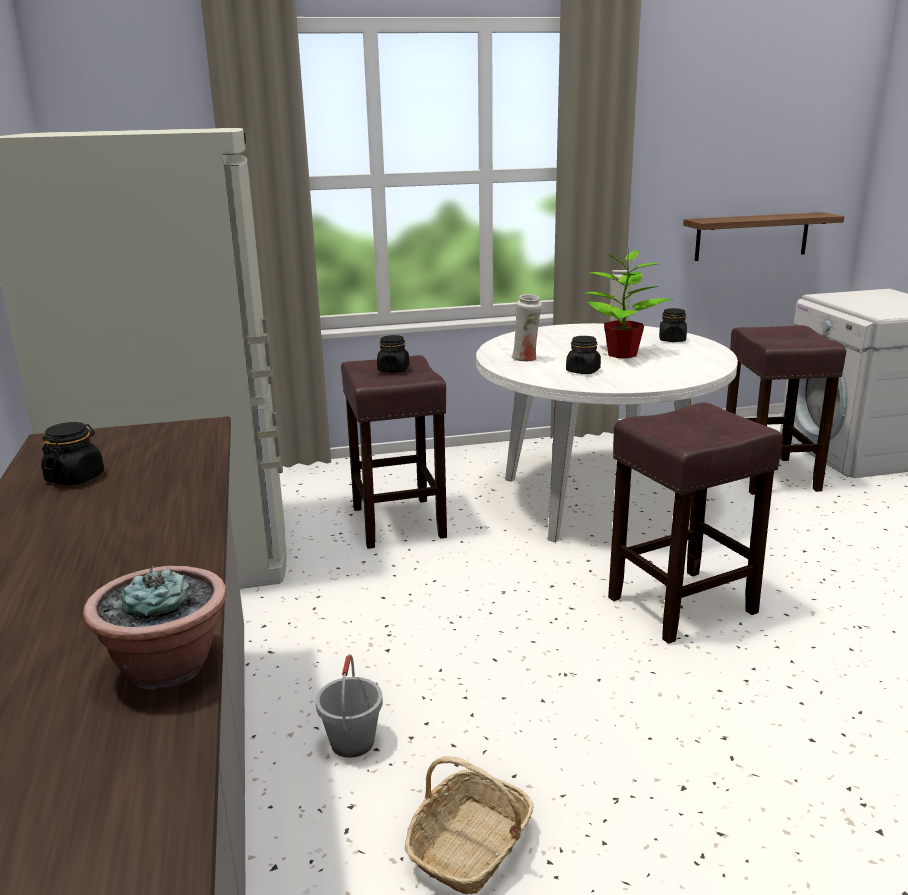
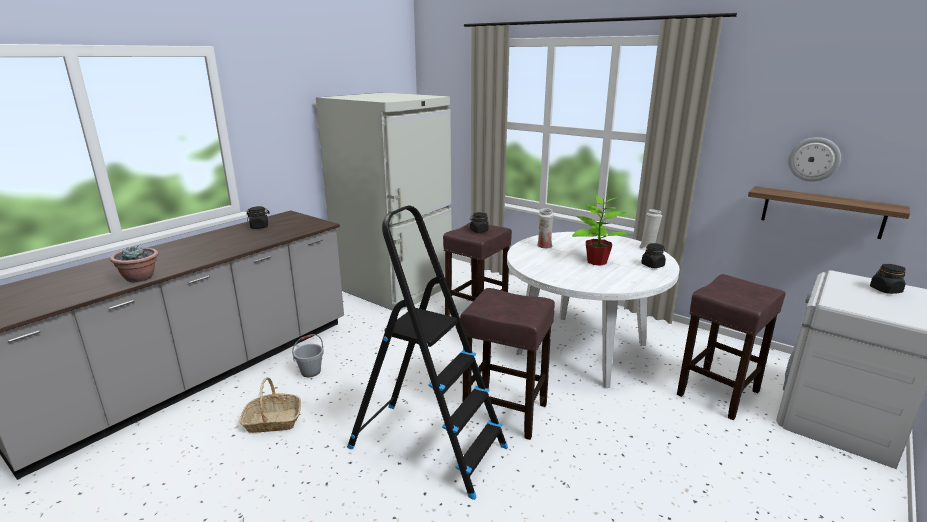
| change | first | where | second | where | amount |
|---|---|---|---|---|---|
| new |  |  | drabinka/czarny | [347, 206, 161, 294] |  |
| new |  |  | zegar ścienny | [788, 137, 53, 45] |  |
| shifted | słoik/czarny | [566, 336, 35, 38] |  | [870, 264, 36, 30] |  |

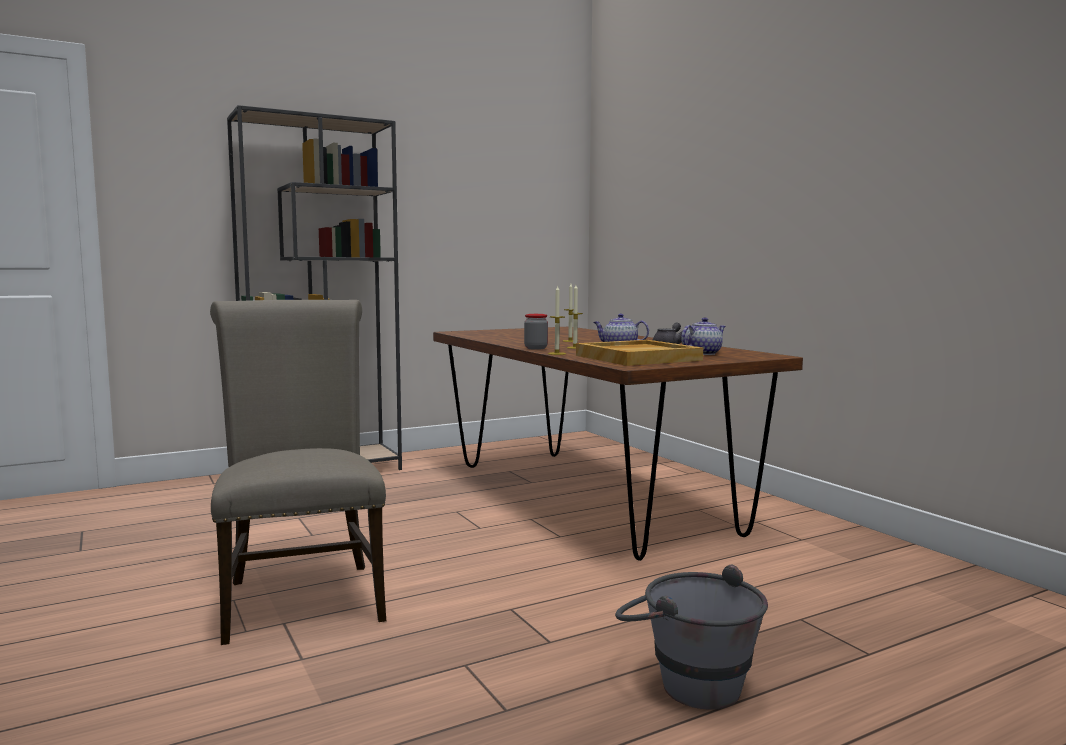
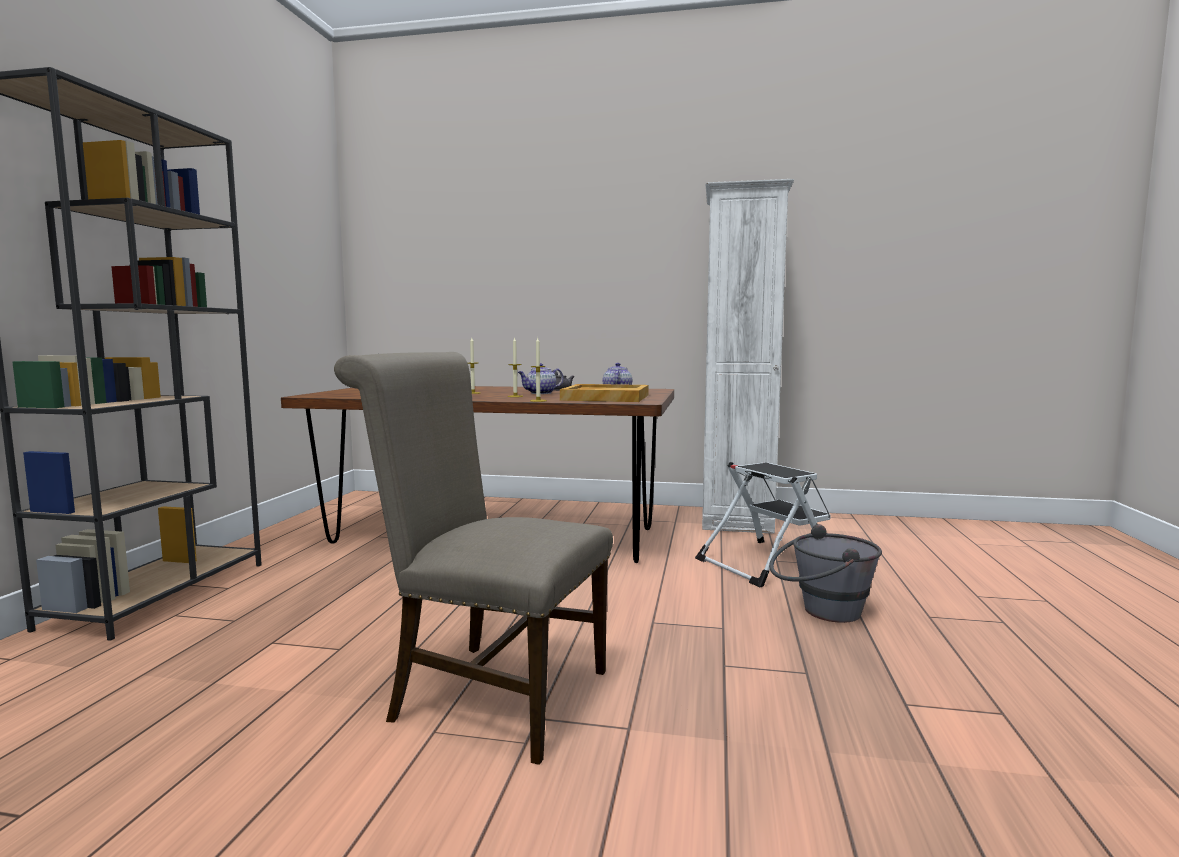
| change | first | where | second | where | amount |
|---|---|---|---|---|---|
| gone | słoik | [524, 314, 24, 36] |  |  |  |
| new |  |  | drabinka | [695, 462, 136, 125] |  |
| new |  |  | szafka/biały | [702, 179, 92, 355] |  |

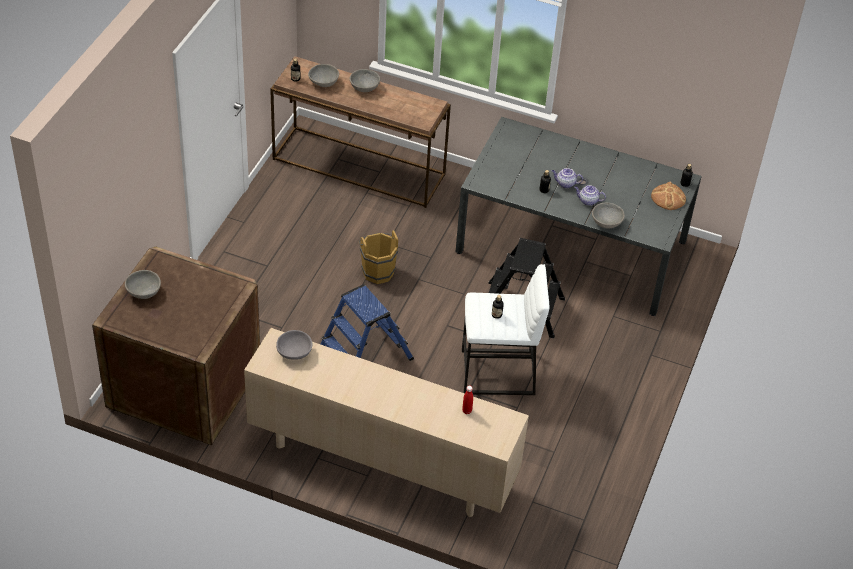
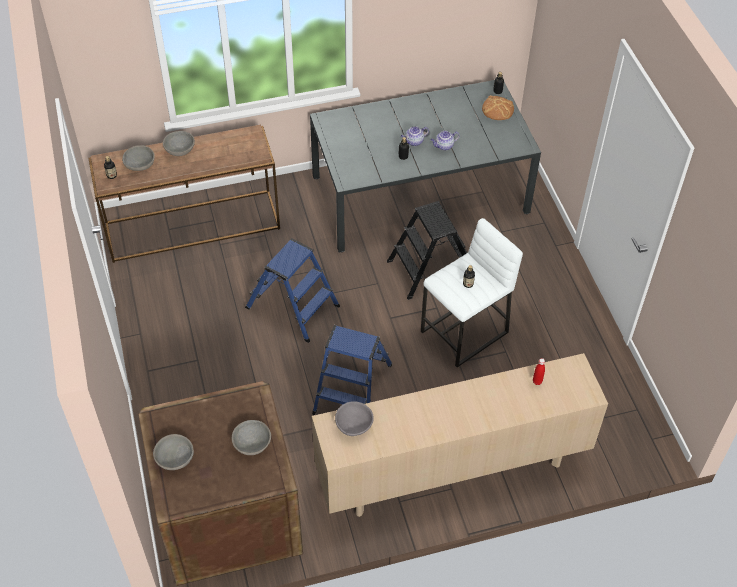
| change | first | where | second | where | amount |
|---|---|---|---|---|---|
| shifted | miska/szary | [592, 203, 33, 25] |  | [232, 420, 39, 35] |  |
| swapped | wiadro/brązowy | [359, 230, 39, 54] | drabinka/niebieski | [245, 238, 95, 105] |  |

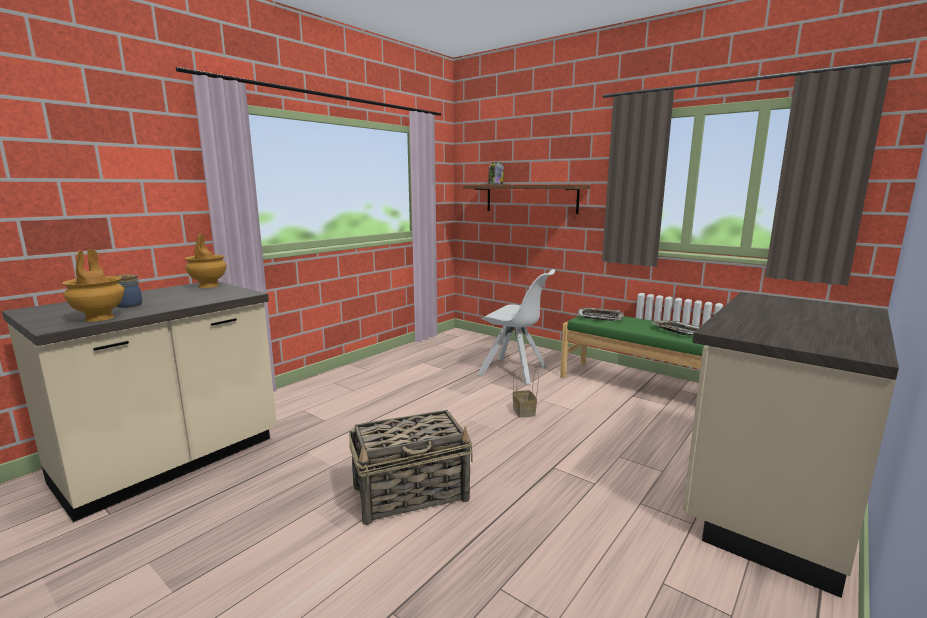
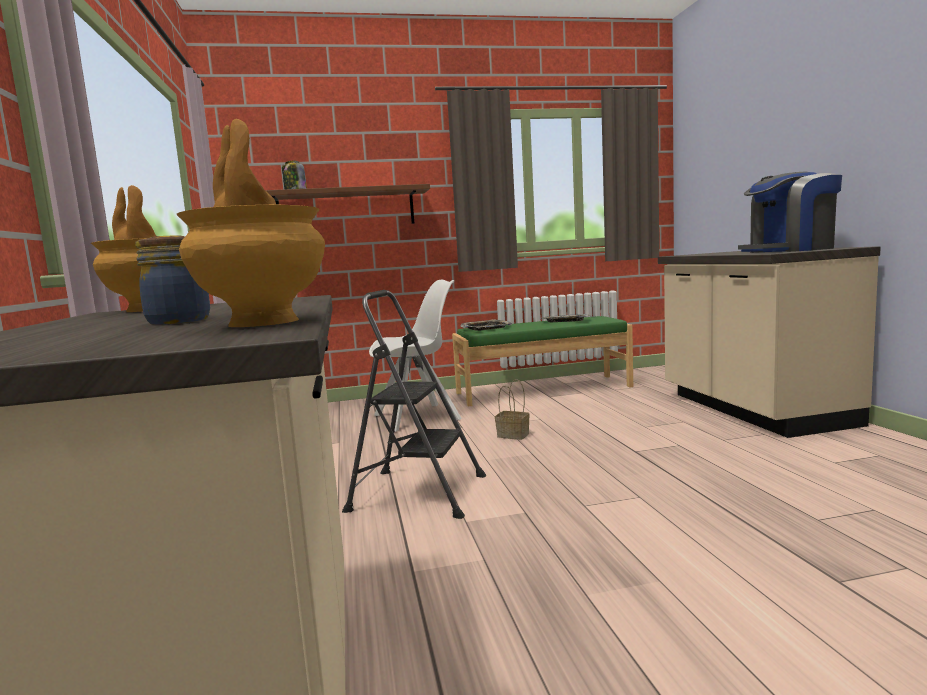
| change | first | where | second | where | amount |
|---|---|---|---|---|---|
| gone | koszyk | [349, 410, 124, 115] |  |  |  |
| new |  |  | drabinka/czarny | [342, 290, 144, 229] |  |
| new |  |  | ekspres do kawy | [738, 172, 104, 81] |  |

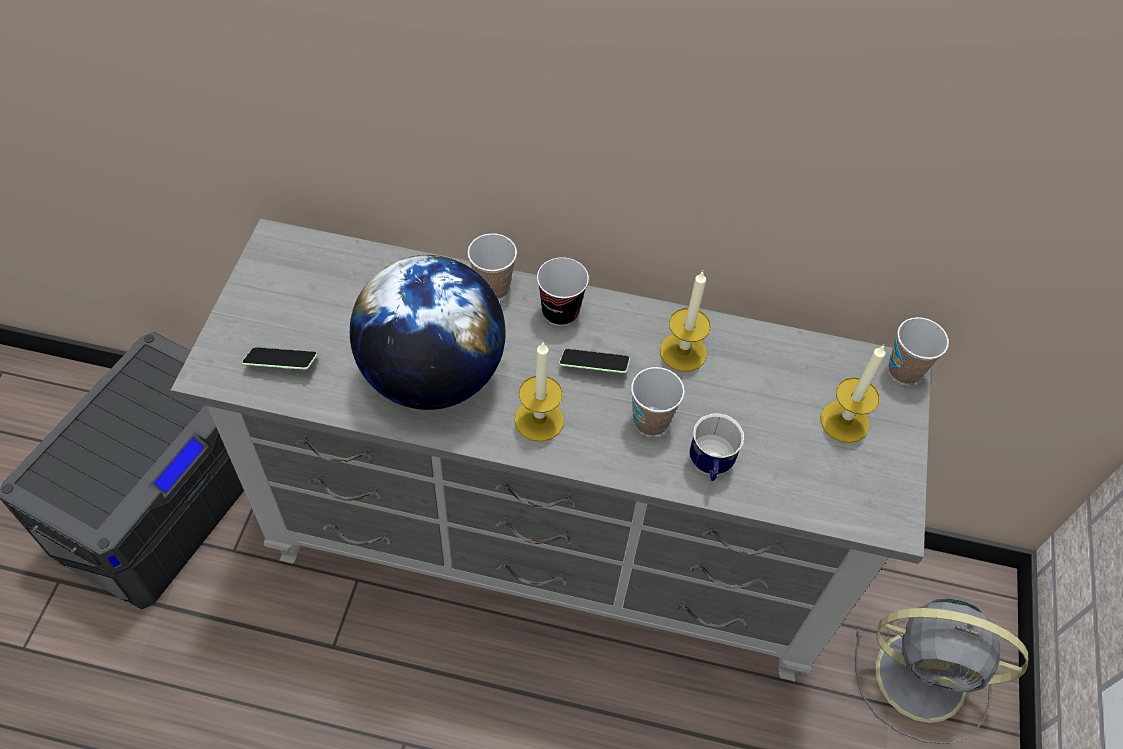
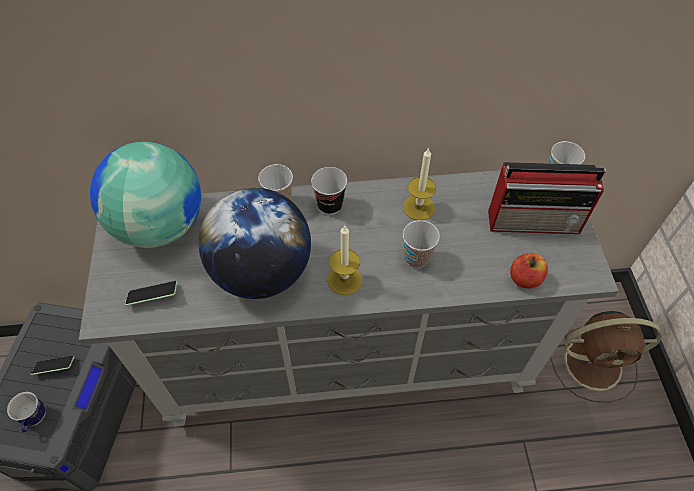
| change | first | where | second | where | amount |
|---|---|---|---|---|---|
| new |  |  | globus | [90, 142, 111, 106] |  |
| new |  |  | jabłko | [510, 253, 38, 35] |  |
| shifted | telefon | [559, 349, 71, 24] |  | [30, 355, 45, 20] |  |
| shifted | kubek | [690, 413, 54, 68] |  | [7, 392, 39, 40] |  |
| swapped | świeca | [820, 345, 65, 98] | radio | [488, 162, 118, 72] |  |
| repainted | wentylator/szary | [855, 599, 173, 145] | wentylator/brązowy | [550, 311, 112, 91] |  |

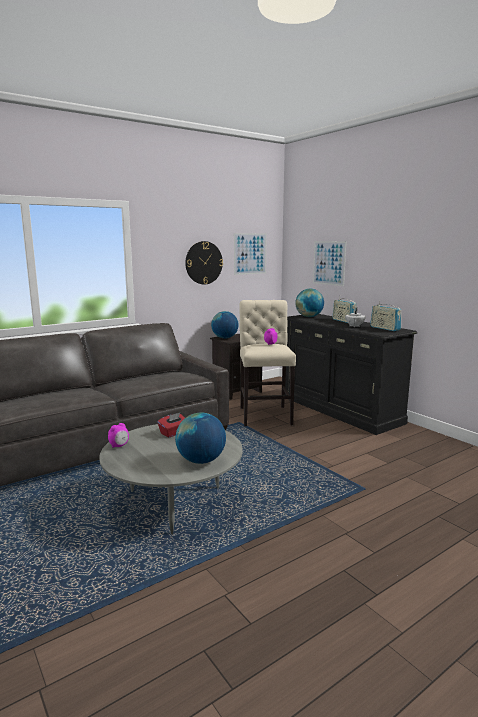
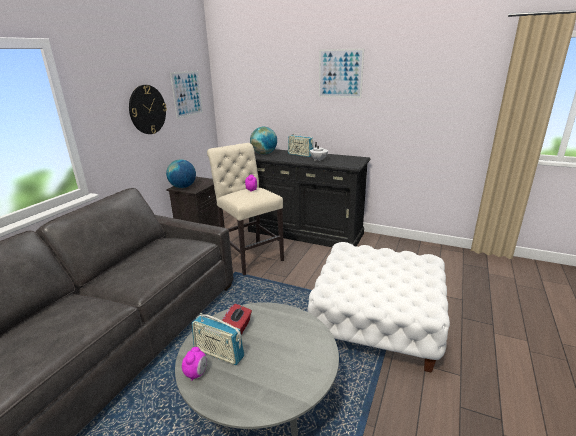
| change | first | where | second | where | amount |
|---|---|---|---|---|---|
| gone | globus | [175, 413, 51, 51] |  |  |  |
| new |  |  | pufa/biały | [308, 242, 142, 131] |  |
| shifted | obraz | [313, 241, 33, 45] |  | [319, 48, 45, 50] |  |
| shifted | radio | [370, 302, 31, 29] |  | [192, 313, 53, 52] |  |

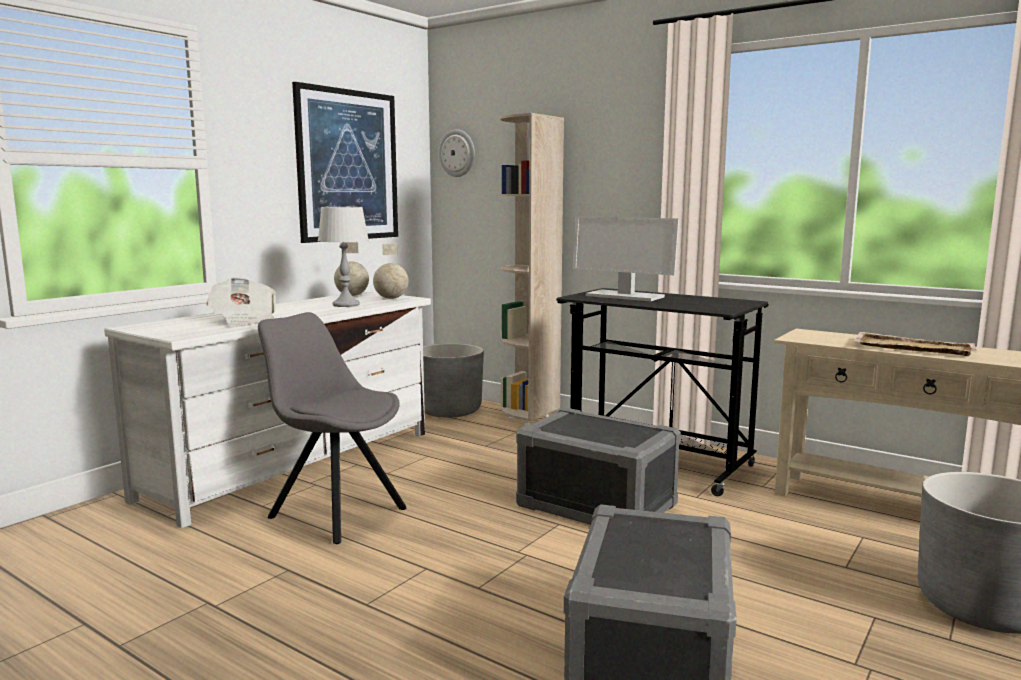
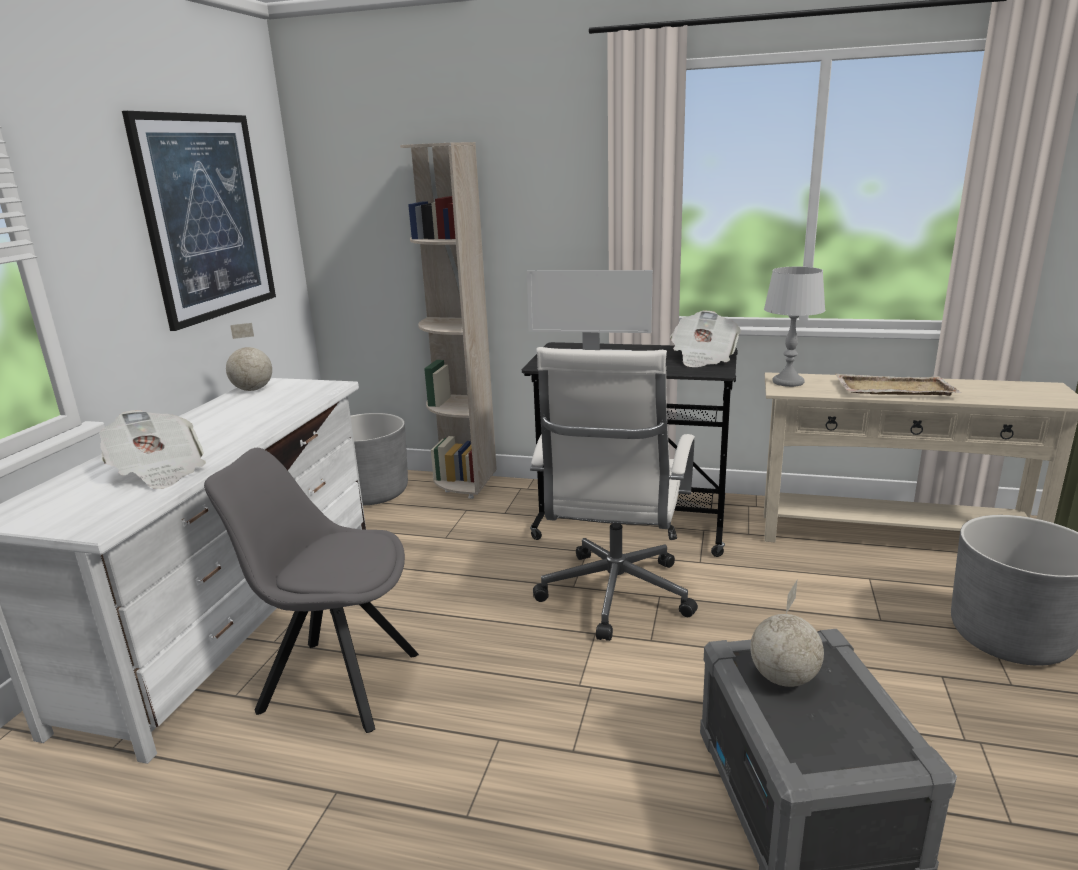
| change | first | where | second | where | amount |
|---|---|---|---|---|---|
| gone | zegar ścienny | [439, 129, 36, 48] |  |  |  |
| new |  |  | gazeta | [670, 310, 71, 57] |  |
| shifted | lampa stołowa/szary | [318, 207, 51, 100] |  | [764, 267, 62, 120] |  |
| shifted | globus | [373, 243, 36, 56] |  | [750, 580, 74, 107] |  |
| swapped | pojemnik do przechowywania/szary | [516, 408, 165, 117] | krzesło biurowe/biały | [530, 347, 168, 294] |  |

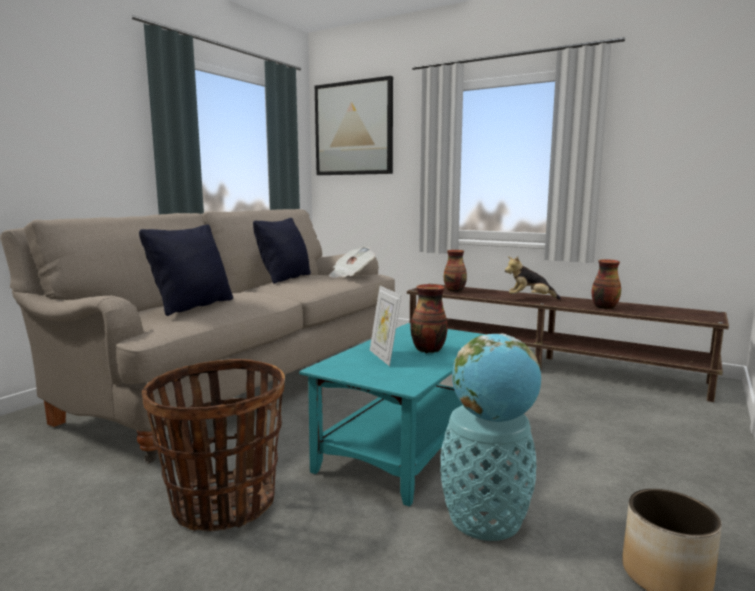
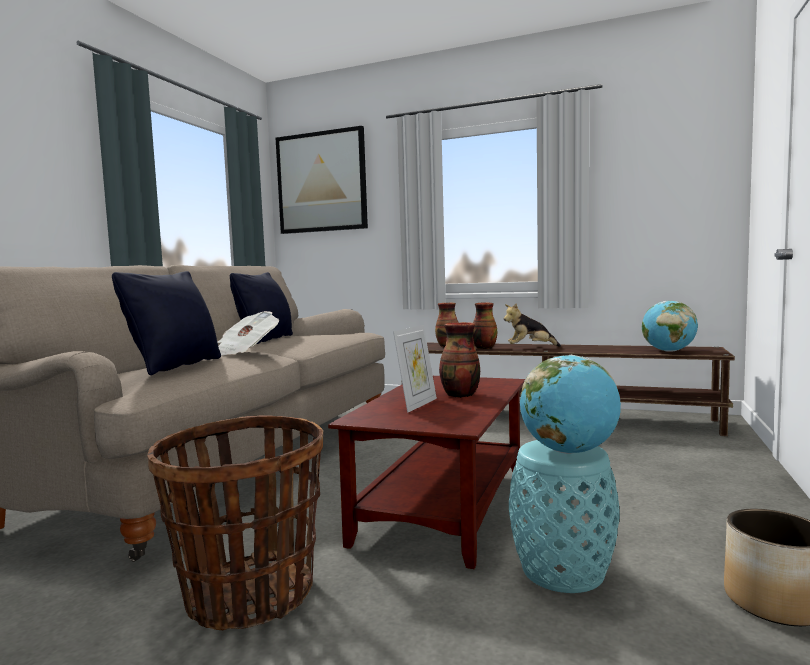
| change | first | where | second | where | amount |
|---|---|---|---|---|---|
| new |  |  | globus | [642, 301, 56, 51] |  |
| shifted | gazeta | [328, 247, 47, 30] |  | [217, 311, 62, 45] |  |
| shifted | wazon | [591, 259, 30, 50] |  | [473, 302, 24, 47] |  |
| repainted | ława/turkusowy | [299, 323, 186, 184] | ława/brązowy | [328, 376, 197, 193] |  |
| rotated | ramka na zdjęcie | [370, 286, 31, 80] |  | [393, 325, 44, 88] | 120 degrees counterclockwise |

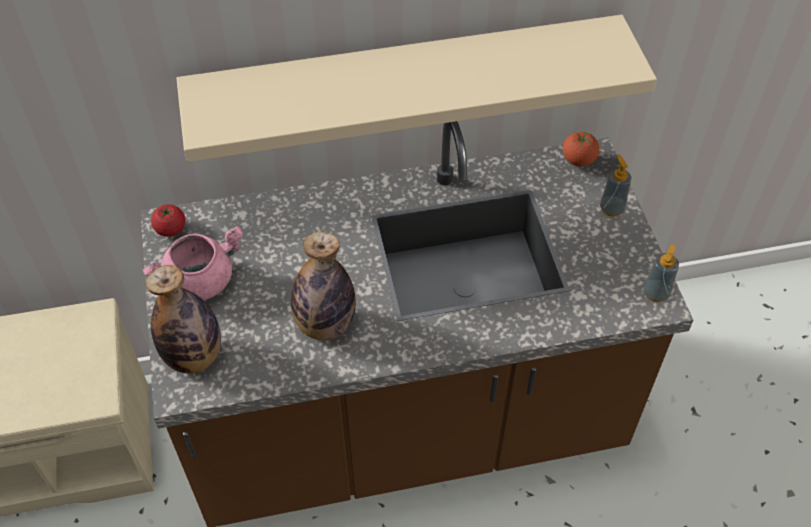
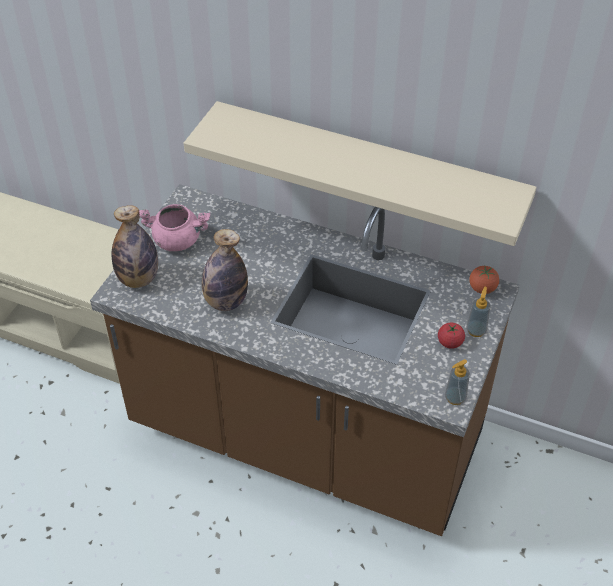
| change | first | where | second | where | amount |
|---|---|---|---|---|---|
| shifted | pomidor | [151, 204, 34, 33] |  | [438, 322, 27, 27] |  |

